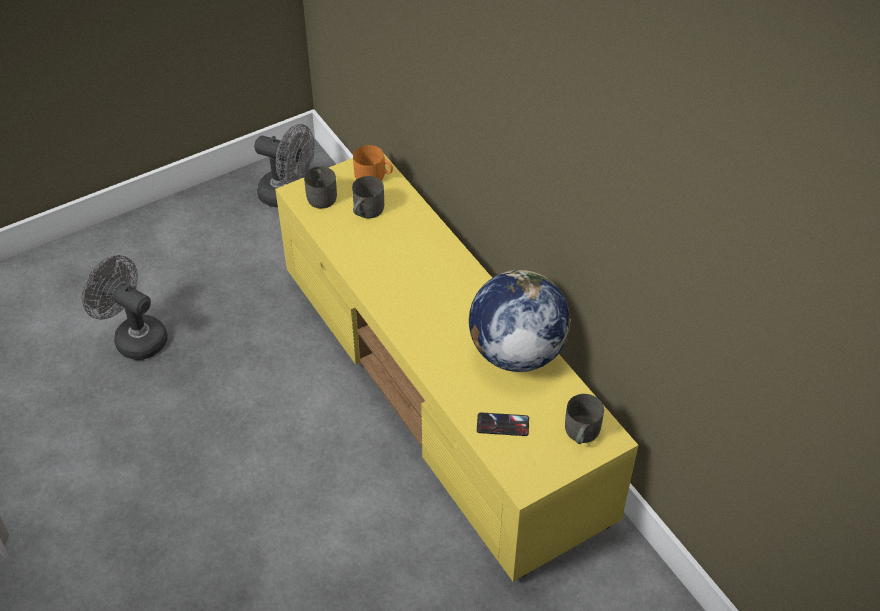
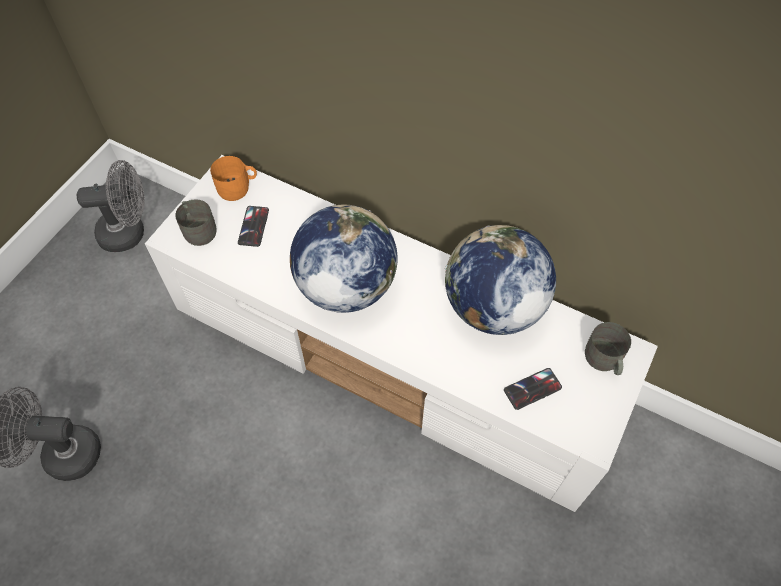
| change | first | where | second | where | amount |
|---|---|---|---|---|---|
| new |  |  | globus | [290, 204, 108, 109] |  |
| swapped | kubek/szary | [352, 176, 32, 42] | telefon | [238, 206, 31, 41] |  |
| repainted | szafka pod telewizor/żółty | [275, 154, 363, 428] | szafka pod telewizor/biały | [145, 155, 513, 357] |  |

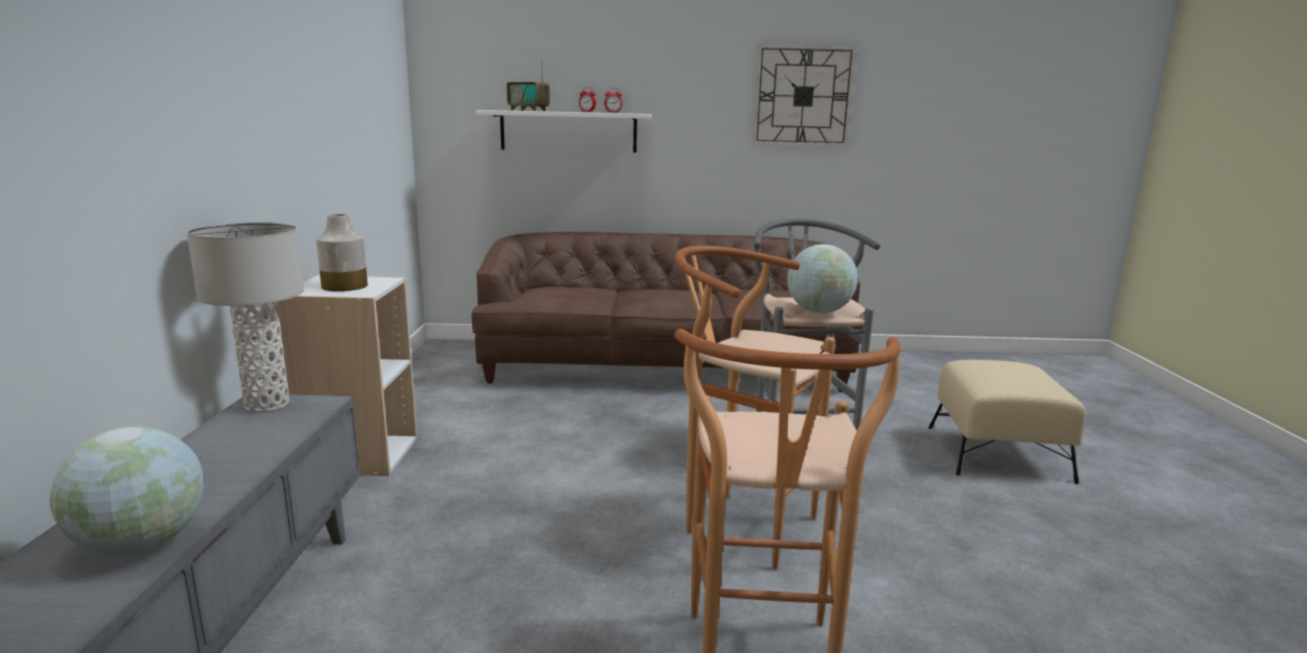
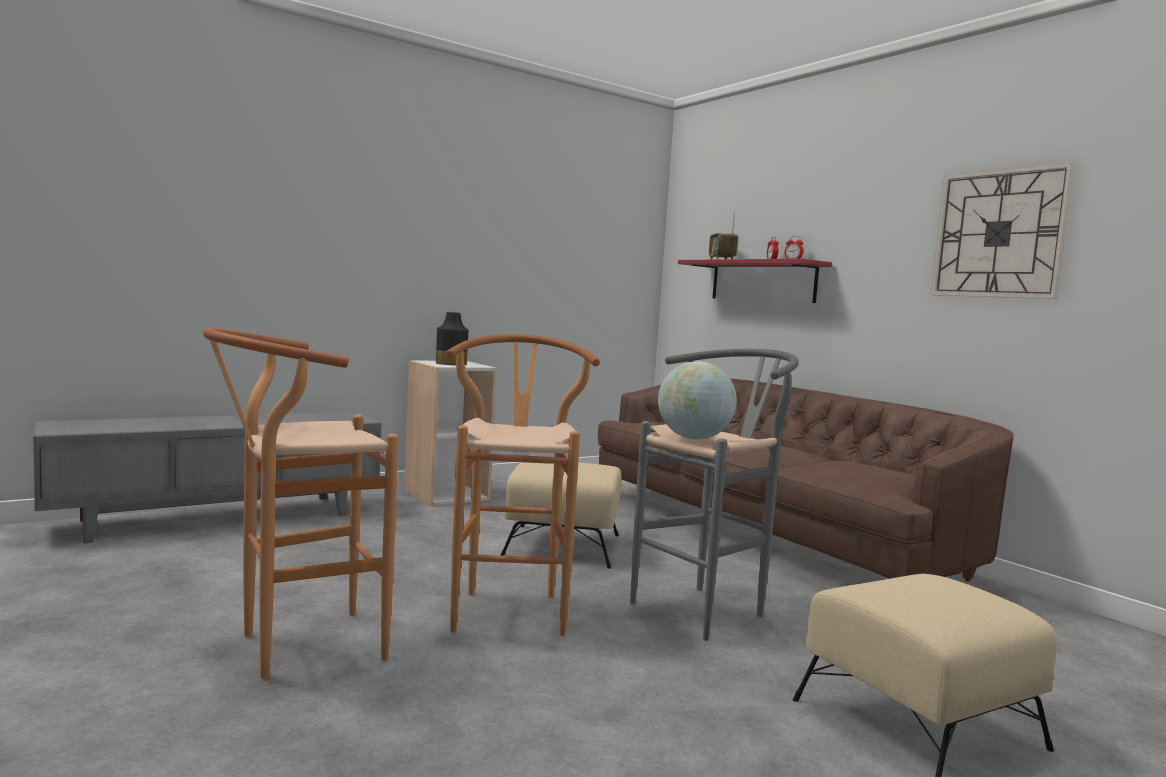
| change | first | where | second | where | amount |
|---|---|---|---|---|---|
| gone | globus | [50, 427, 154, 128] |  |  |  |
| gone | lampa stołowa/biały | [187, 222, 117, 191] |  |  |  |
| new |  |  | pufa/beżowy | [501, 462, 120, 107] |  |
| repainted | wazon/beżowy | [316, 214, 52, 77] | wazon/czarny | [436, 312, 32, 53] |  |
| repainted | półka/biały | [476, 110, 175, 43] | półka/czerwony | [678, 258, 154, 45] |  |

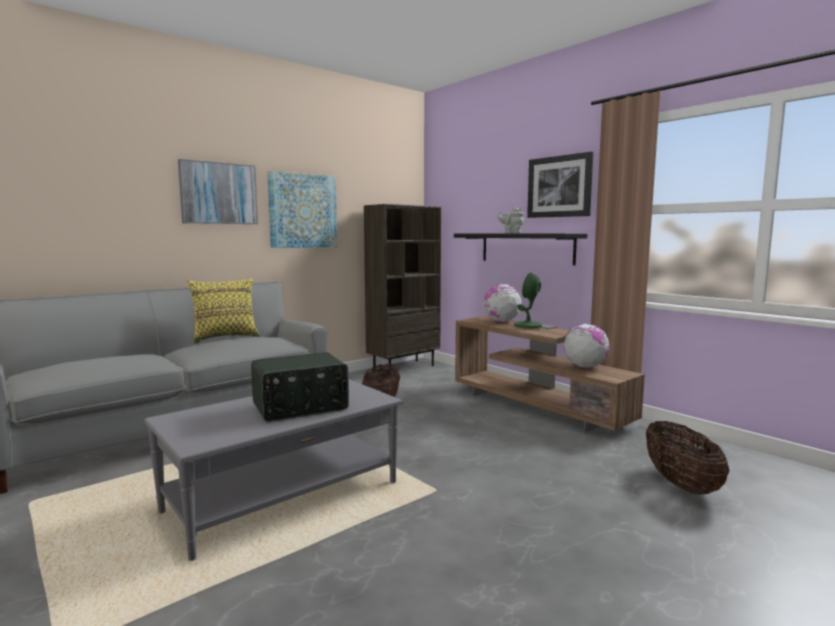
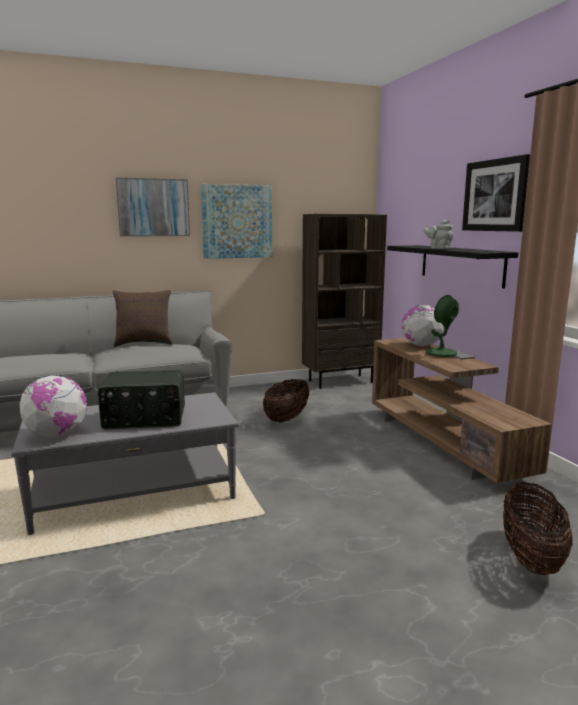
| change | first | where | second | where | amount |
|---|---|---|---|---|---|
| shifted | globus | [563, 324, 47, 44] |  | [20, 375, 67, 63] |  |
| repainted | poduszka/żółty | [187, 279, 73, 64] | poduszka/brązowy | [113, 290, 60, 57] |  |

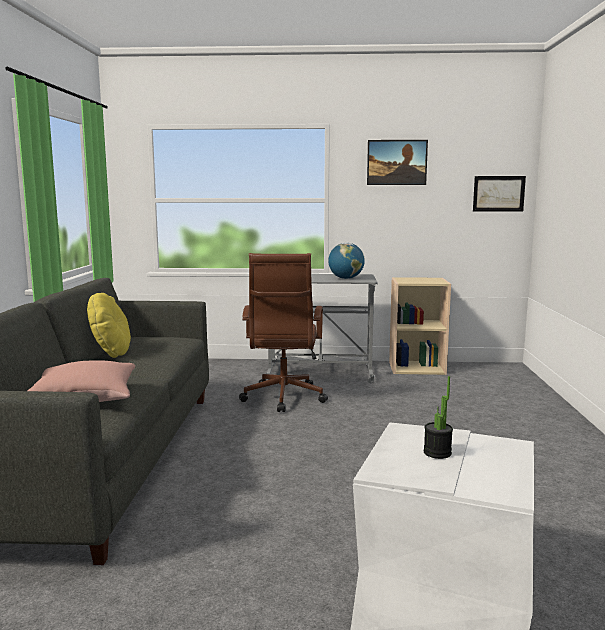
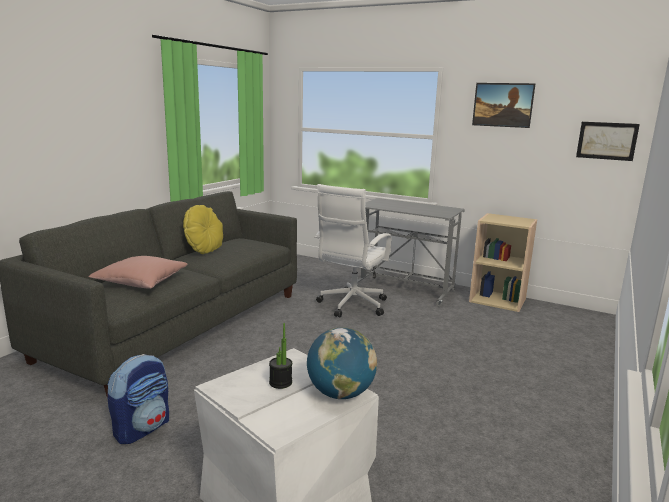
| change | first | where | second | where | amount |
|---|---|---|---|---|---|
| new |  |  | plecak | [107, 354, 62, 90] |  |
| shifted | globus | [328, 243, 37, 36] |  | [307, 327, 70, 72] |  |
| repainted | krzesło biurowe/brązowy | [239, 253, 89, 159] | krzesło biurowe/biały | [315, 184, 77, 133] |  |

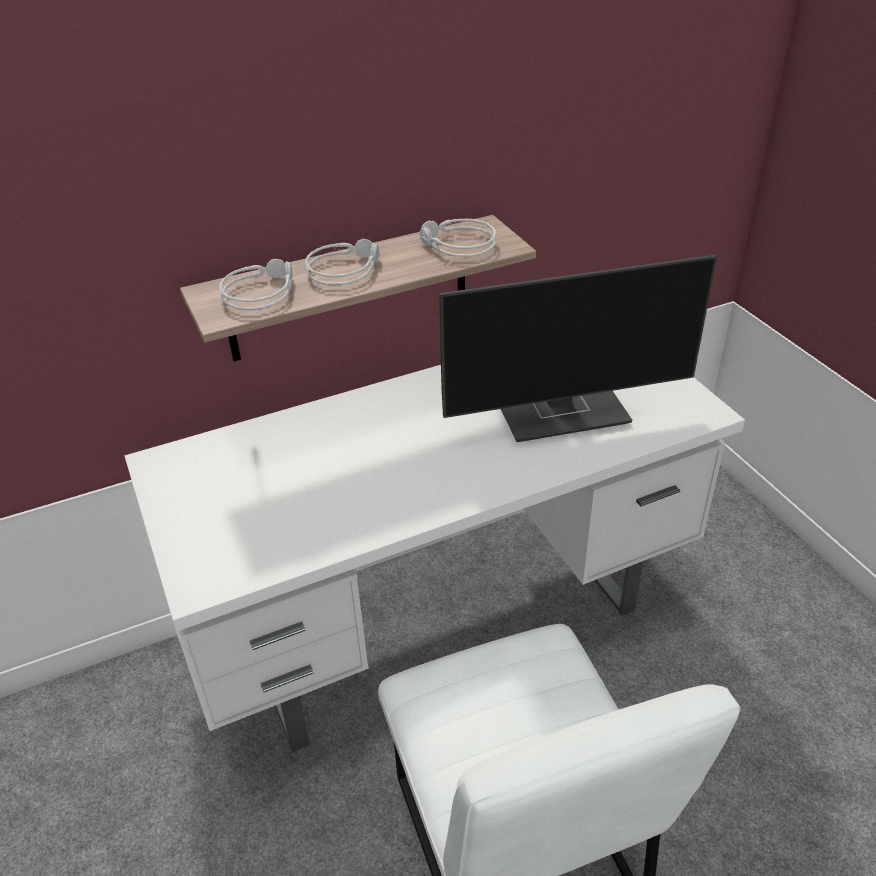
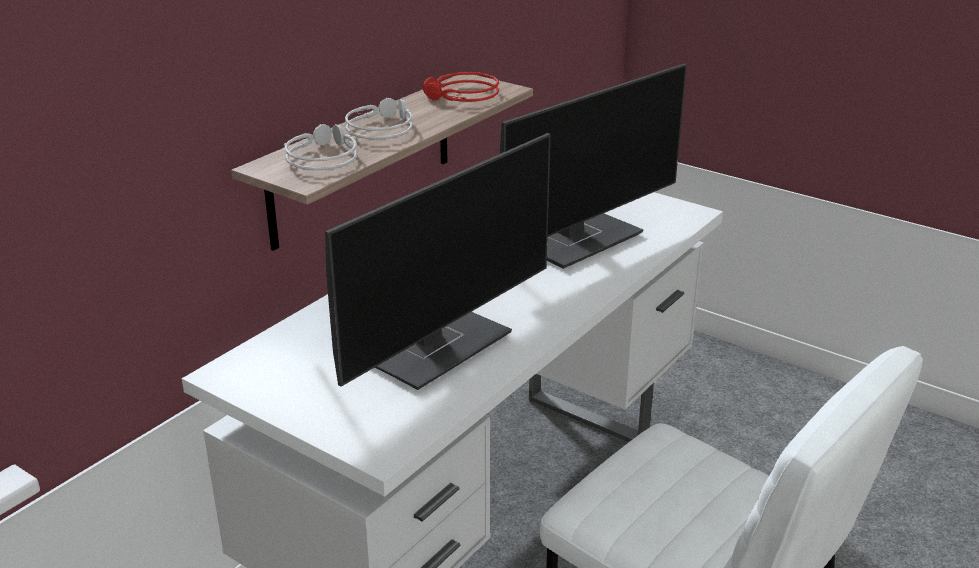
| change | first | where | second | where | amount |
|---|---|---|---|---|---|
| new |  |  | monitor | [325, 133, 226, 257] |  |
| repainted | słuchawki/szary | [420, 219, 76, 38] | słuchawki/czerwony | [423, 72, 76, 30] |  |

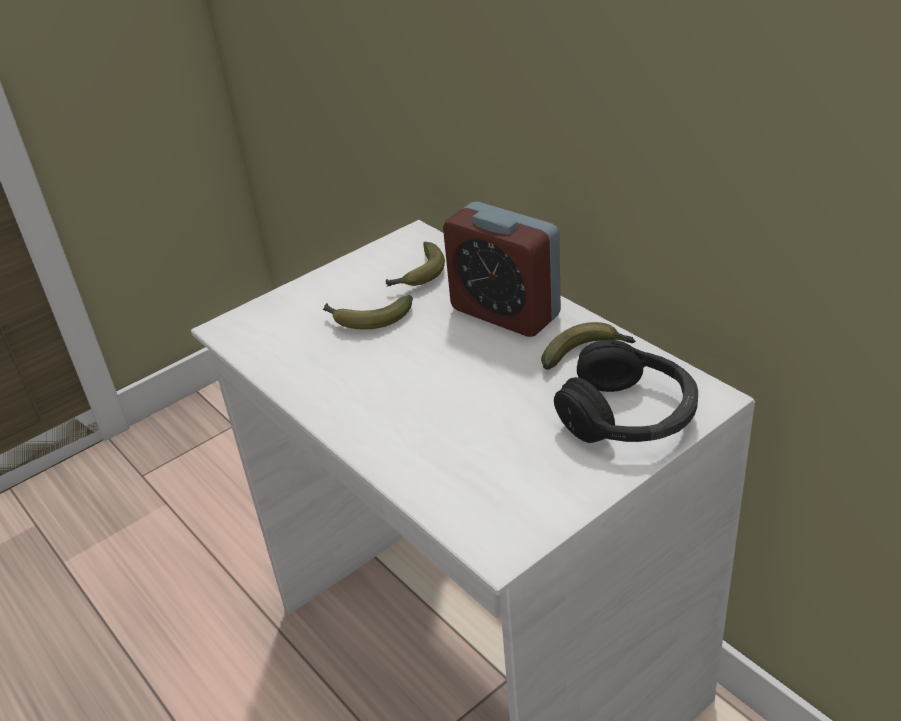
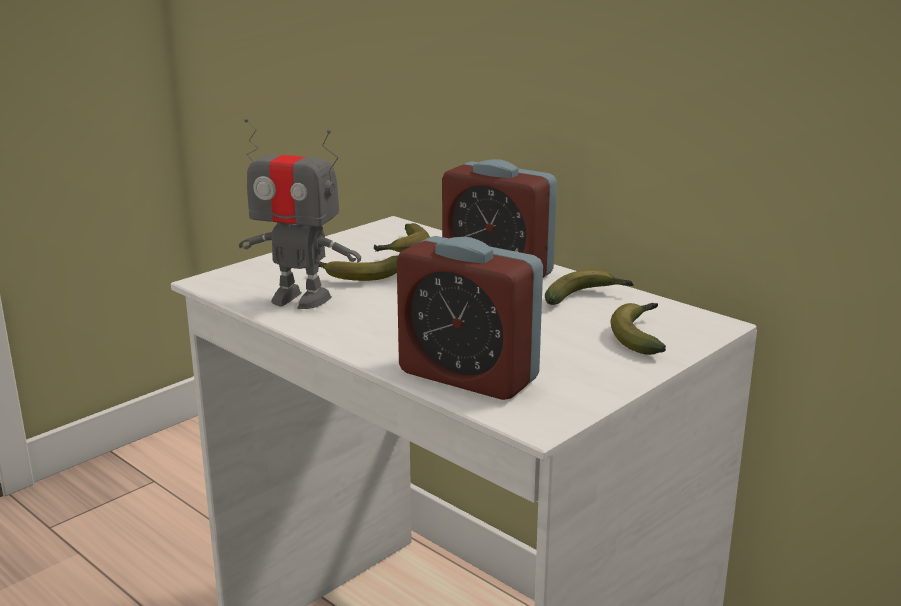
| change | first | where | second | where | amount |
|---|---|---|---|---|---|
| new |  |  | robot zabawkowy | [239, 118, 122, 191] |  |
| new |  |  | budzik | [397, 236, 146, 164] |  |
| swapped | słuchawki/czarny | [554, 340, 144, 103] | banan | [611, 303, 55, 52] |  |

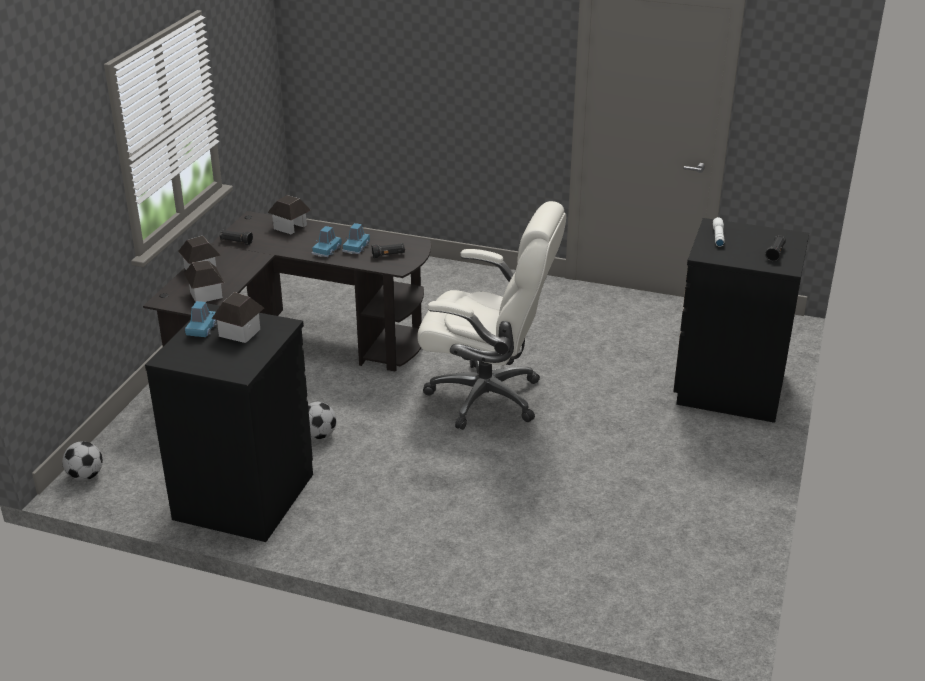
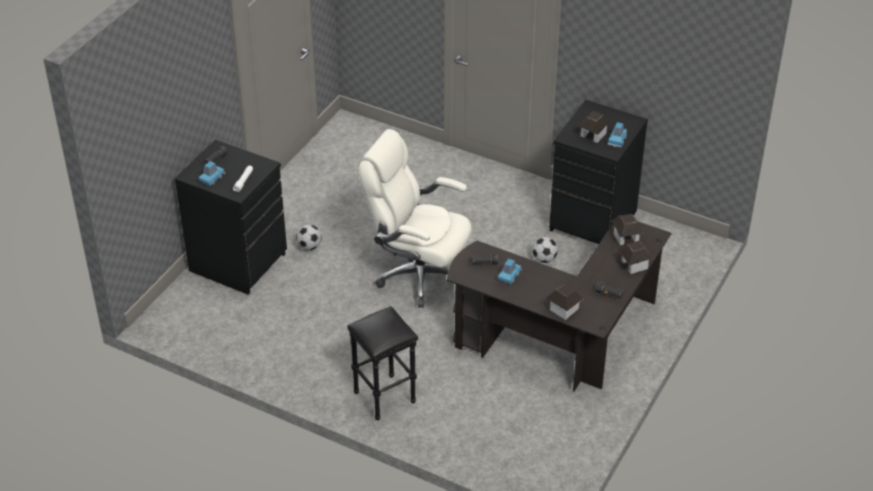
| change | first | where | second | where | amount |
|---|---|---|---|---|---|
| new |  |  | stołek/czarny | [347, 306, 71, 114] |  |
| shifted | piłka futbolowa | [62, 441, 41, 40] |  | [296, 224, 26, 26] |  |
| shifted | samochodzik/niebieski | [312, 226, 30, 31] |  | [199, 161, 26, 25] |  |

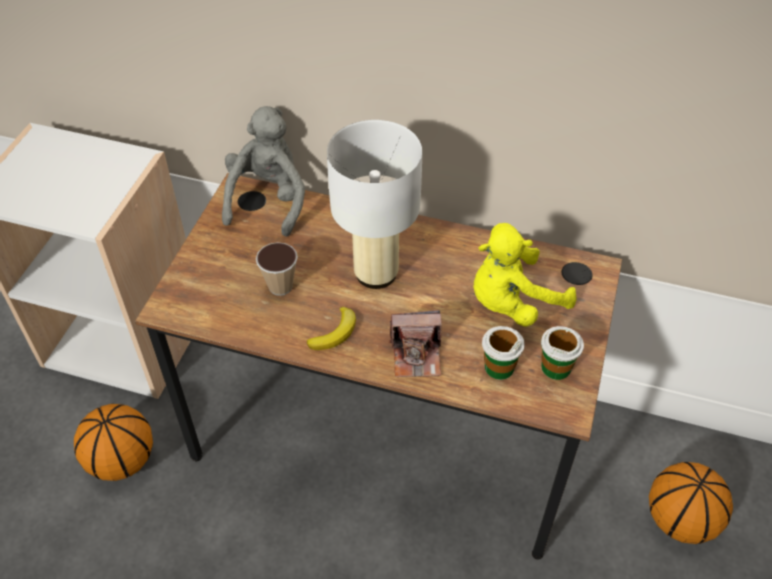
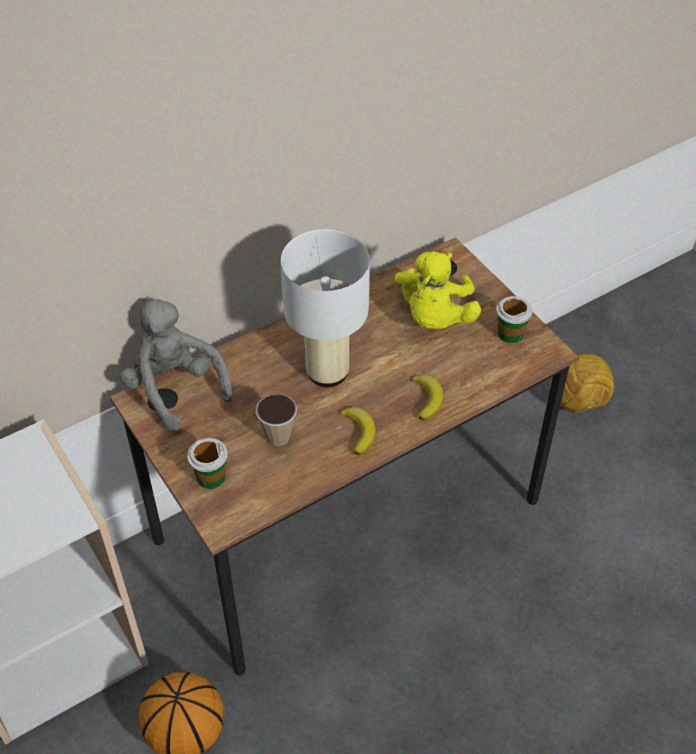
| change | first | where | second | where | amount |
|---|---|---|---|---|---|
| shifted | filiżanka | [482, 326, 43, 54] |  | [187, 438, 41, 51] |  |
| swapped | aparat fotograficzny | [389, 310, 53, 67] | banan | [411, 374, 33, 47] |  |
| swapped | piłka do koszykówki | [649, 462, 84, 82] | piłka futbolowa | [550, 353, 64, 60] |  |

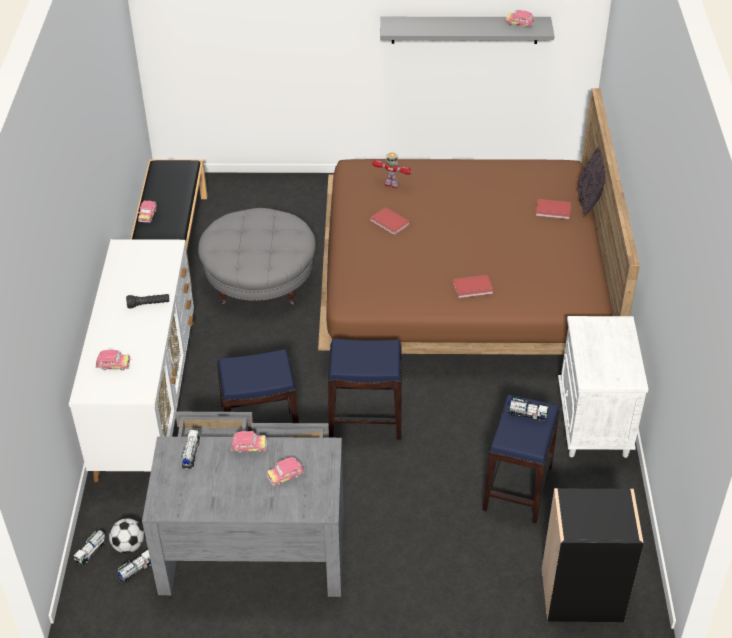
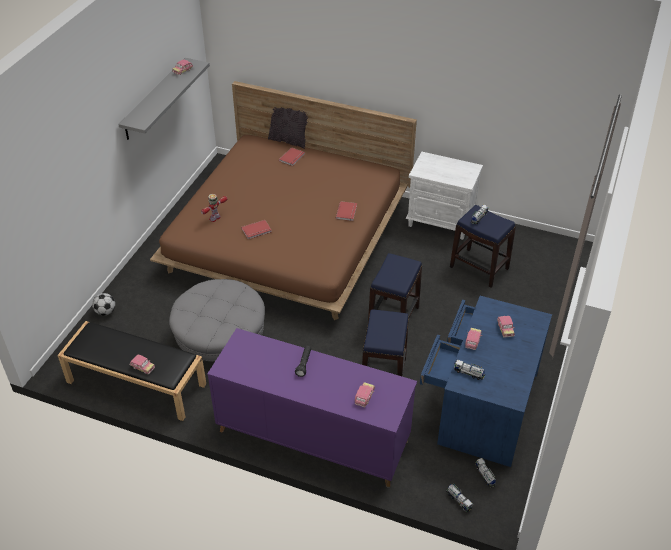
| change | first | where | second | where | amount |
|---|---|---|---|---|---|
| gone | regał/czarny | [542, 488, 102, 134] |  |  |  |
| shifted | piłka futbolowa | [109, 518, 35, 35] |  | [92, 293, 23, 22] |  |
| repainted | komoda/biały | [69, 239, 125, 243] | komoda/fioletowy | [207, 328, 210, 159] |  |
| repainted | biurko/szary | [142, 412, 202, 185] | biurko/niebieski | [420, 296, 132, 171] |  |

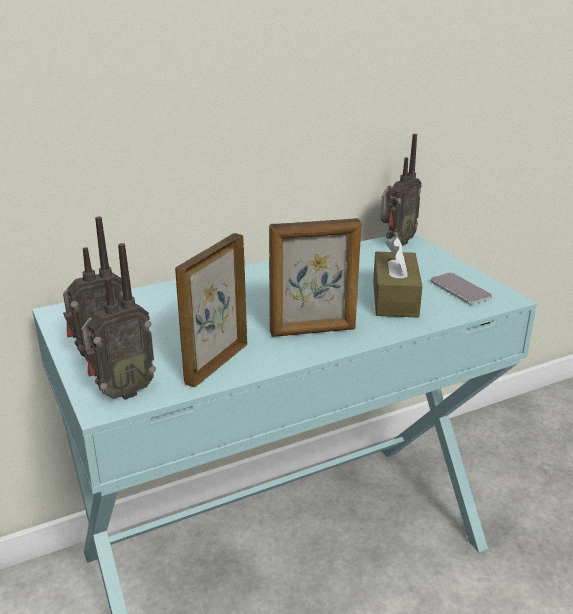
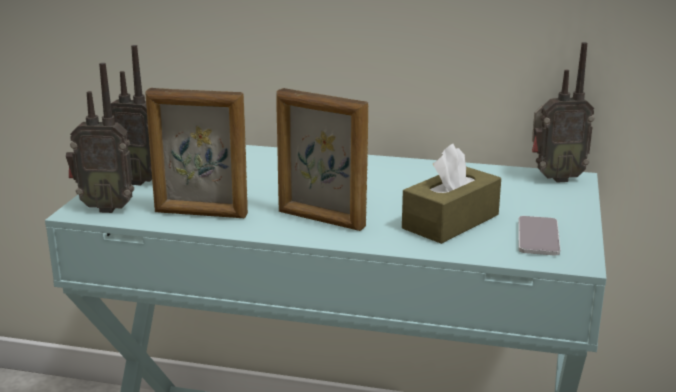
| change | first | where | second | where | amount |
|---|---|---|---|---|---|
| rotated | ramka na zdjęcie | [175, 233, 72, 154] |  | [145, 88, 103, 130] | 150 degrees counterclockwise |

